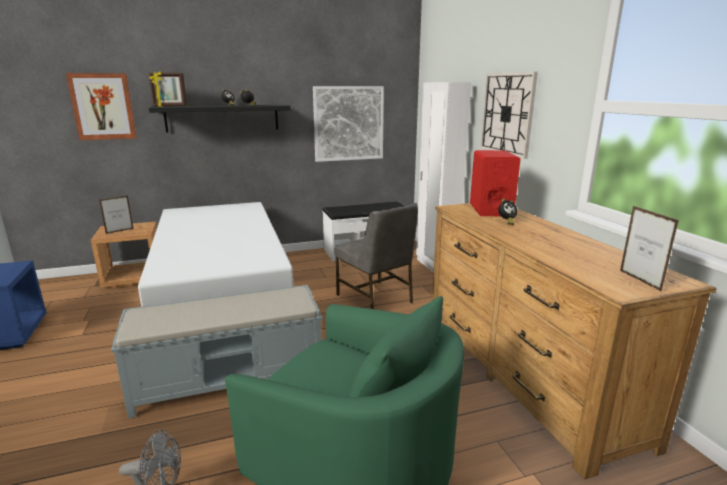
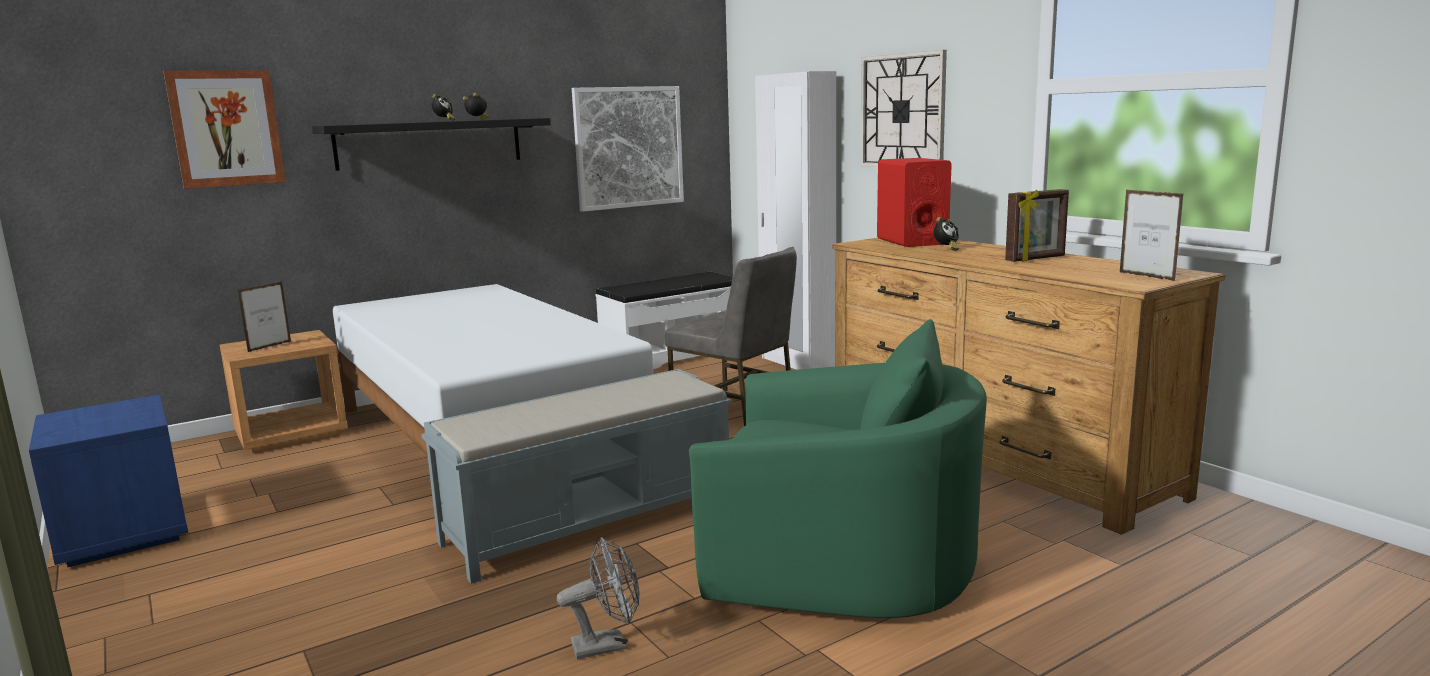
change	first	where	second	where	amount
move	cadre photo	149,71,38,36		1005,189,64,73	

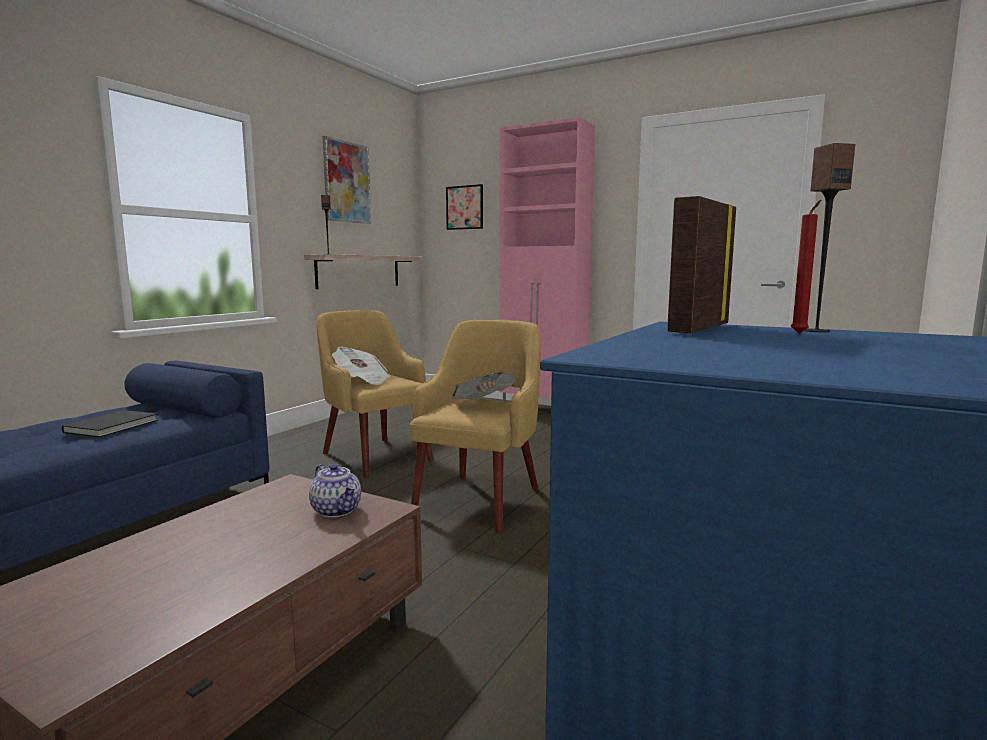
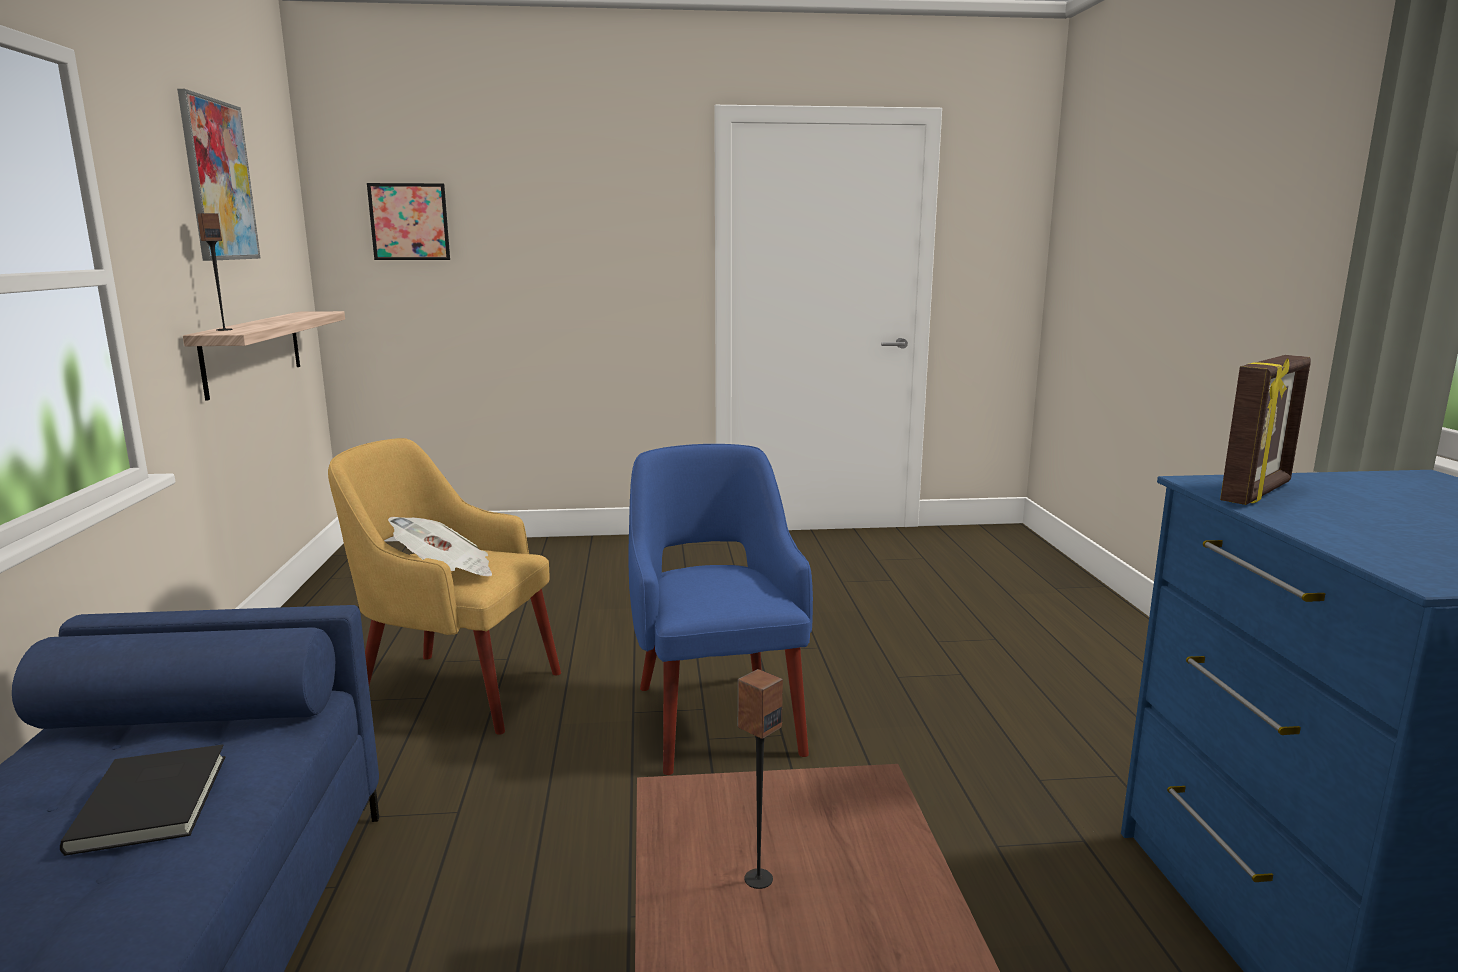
change	first	where	second	where	amount
delete	théière	309,463,52,55			
recolor	fauteuil (jaune)	410,319,131,214	fauteuil (bleu)	628,444,185,331	
delete	journal	451,372,65,27			
delete	meuble de rangement (rose)	499,117,96,285			
rotate	cadre photo	667,196,69,137		1220,355,91,150	135 degrees counterclockwise
delete	bougie (rouge)	791,200,30,134			
move	enceinte	804,143,51,189		738,669,45,220	

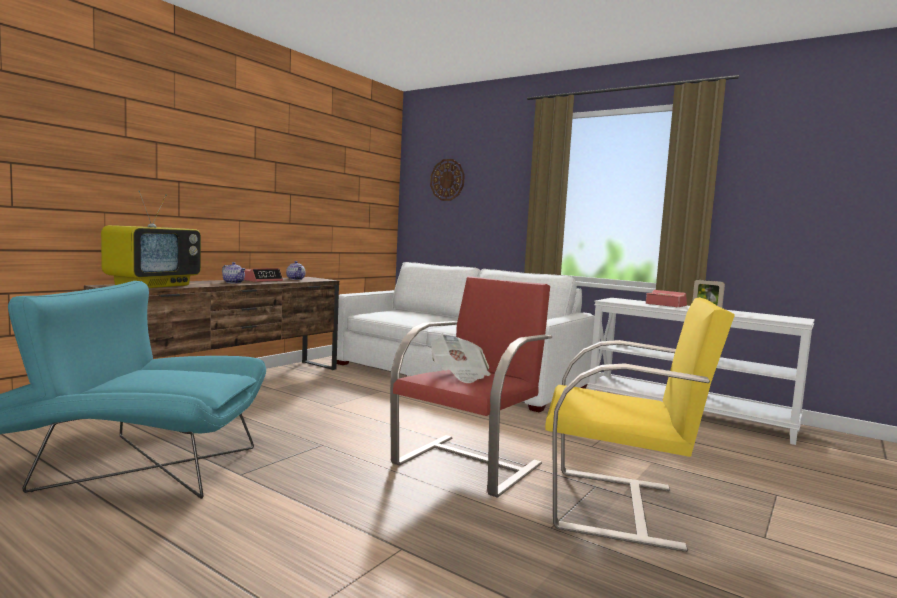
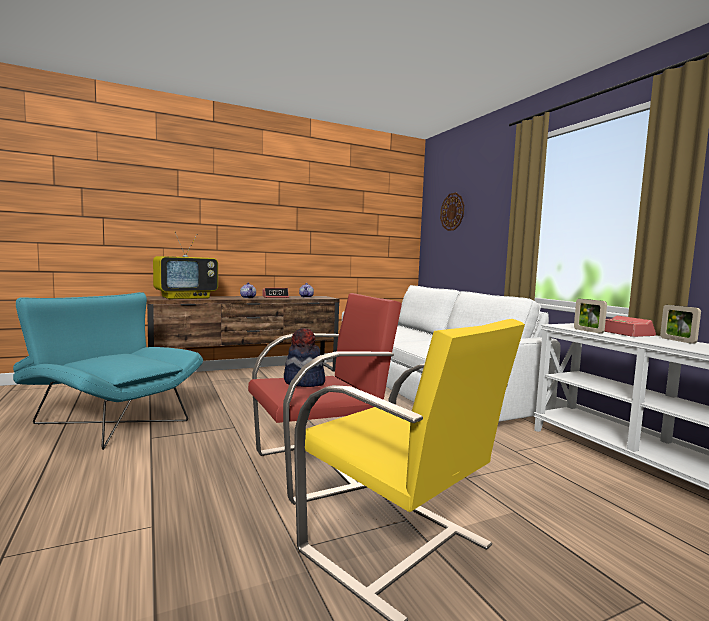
change	first	where	second	where	amount
replace	journal	431,334,60,49	chapeau	284,328,41,59	
insert			cadre photo	574,299,33,34	

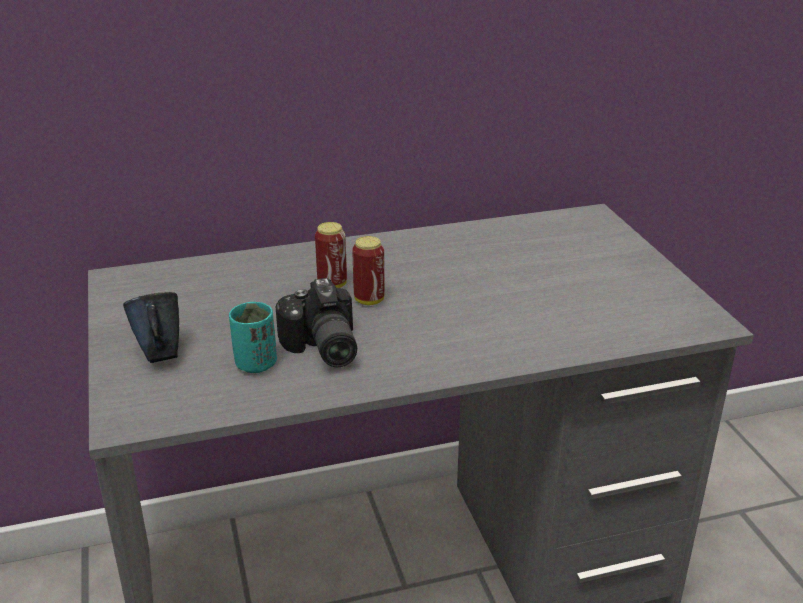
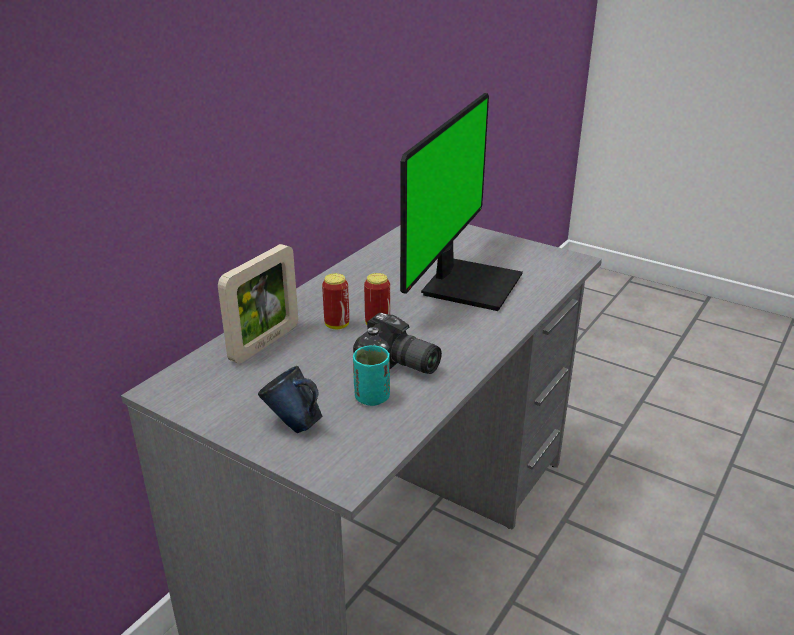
change	first	where	second	where	amount
insert			cadre photo	218,244,80,120	
insert			écran d'ordinateur	400,93,123,218	

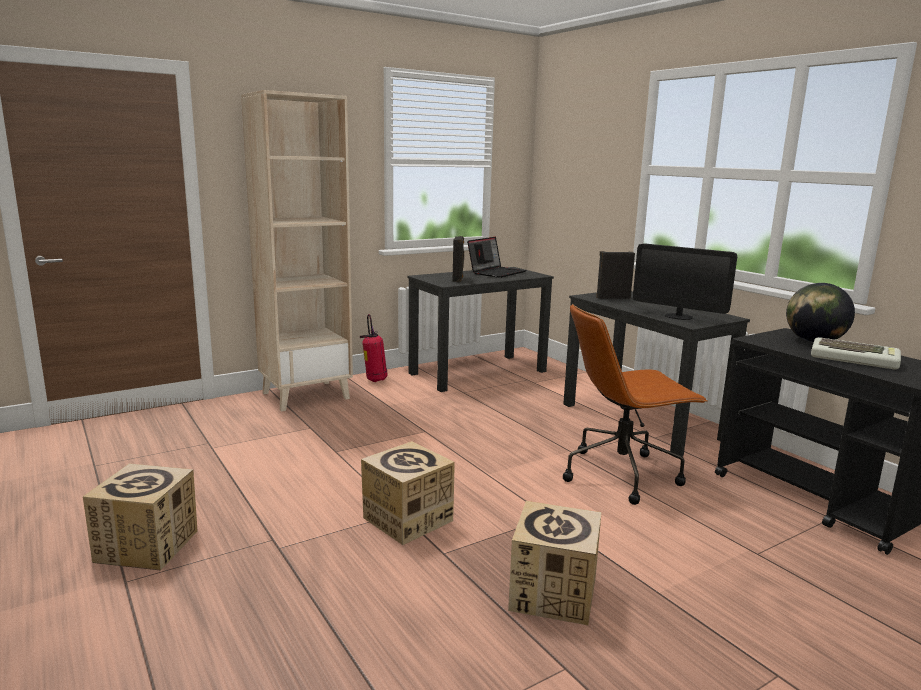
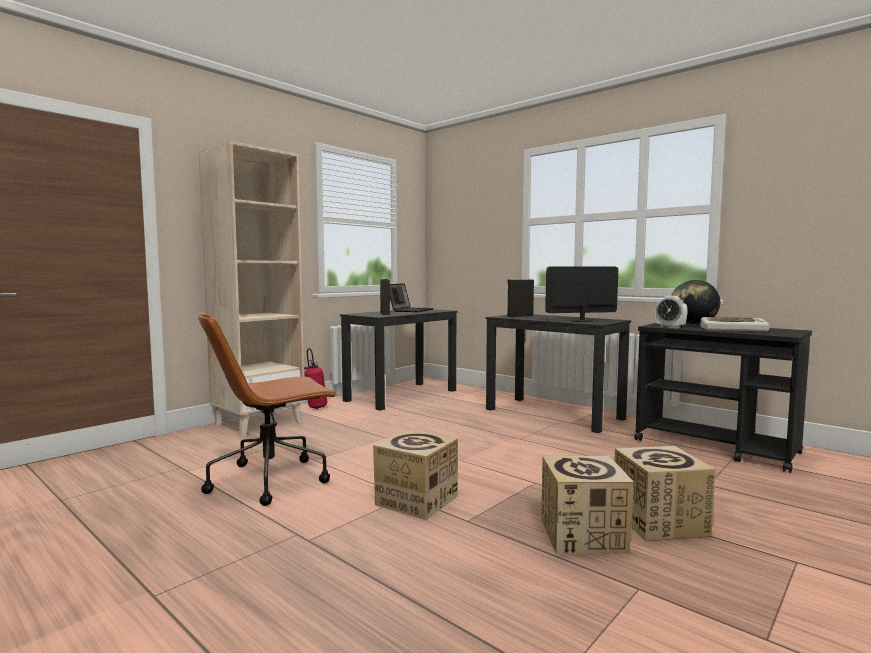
change	first	where	second	where	amount
move	carton	83,463,115,108		614,446,101,95	
move	chaise de bureau (marron)	563,304,145,201		198,312,140,194	
rotate	écran d'ordinateur	633,243,104,77		545,266,73,56	150 degrees clockwise
insert			réveil	655,296,33,32	

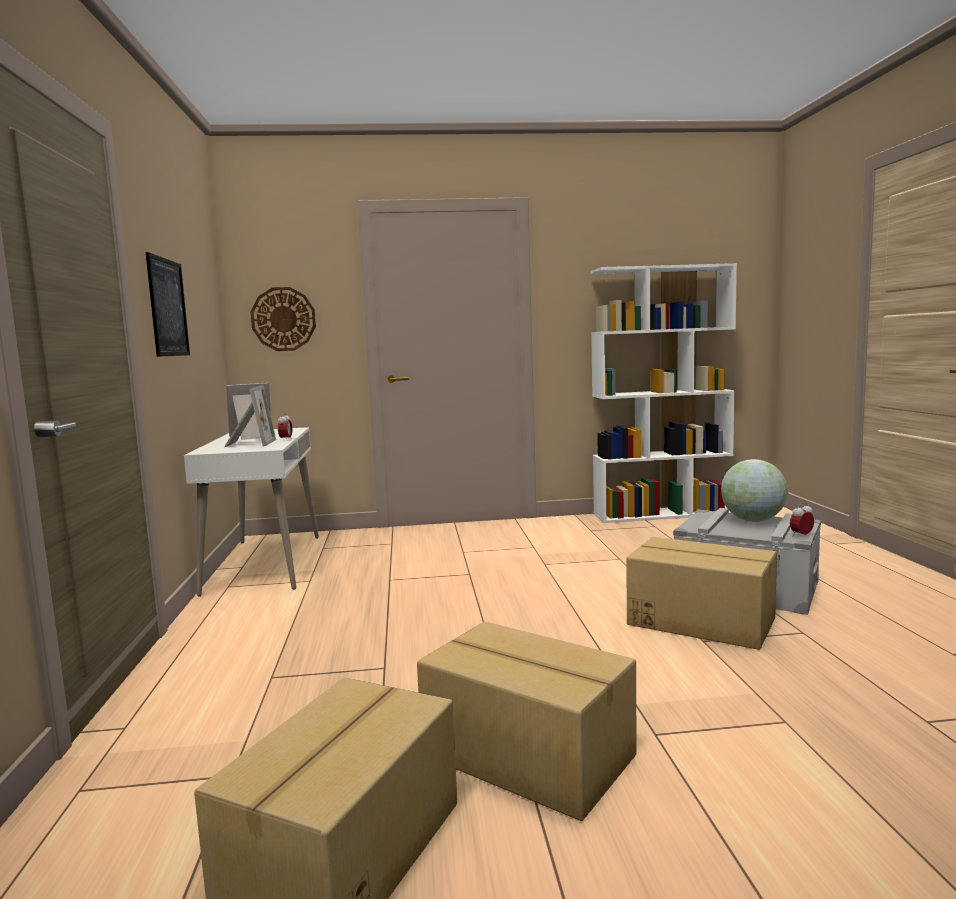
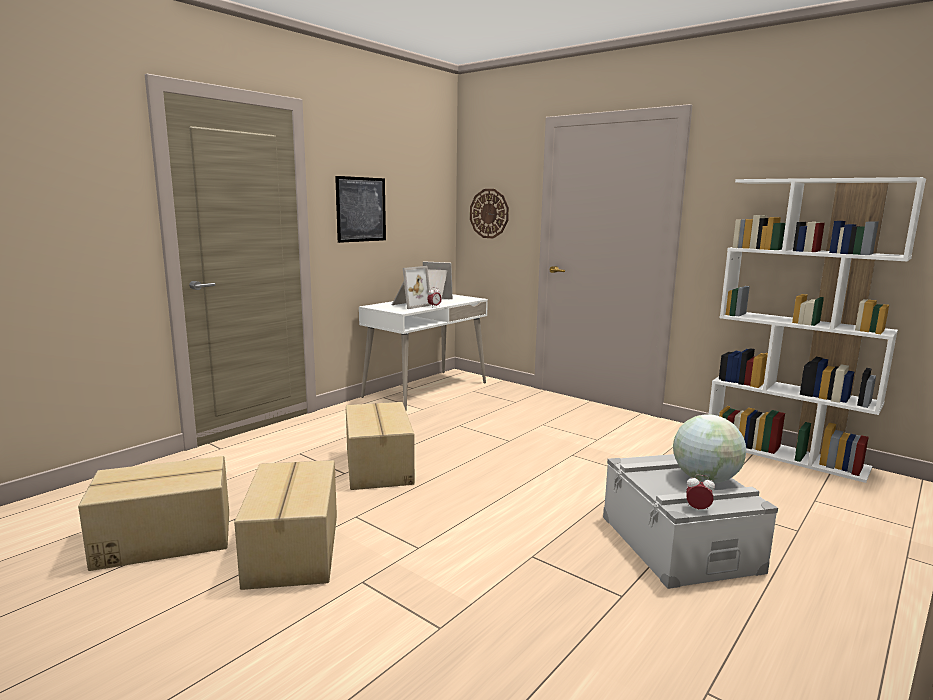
change	first	where	second	where	amount
move	carton	626,537,151,113		346,402,69,88	

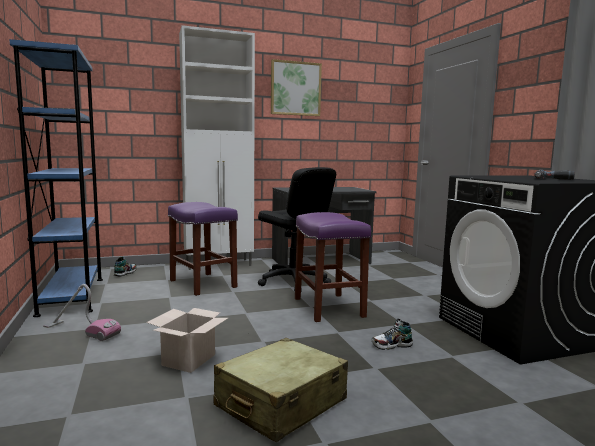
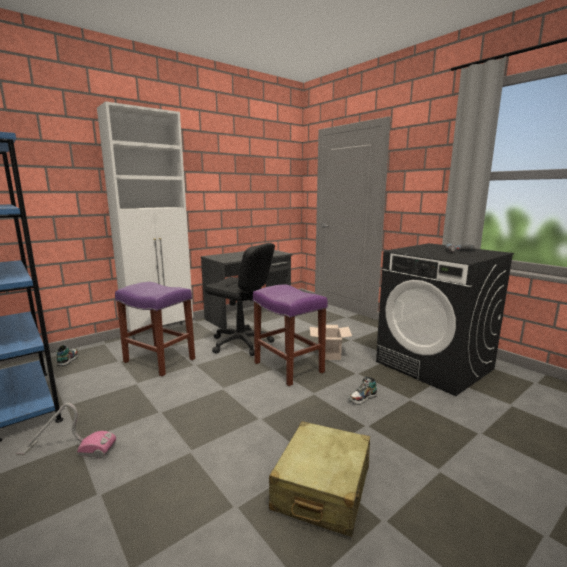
change	first	where	second	where	amount
move	carton	146,308,82,65		310,325,42,35	
delete	tableau	271,59,51,57			

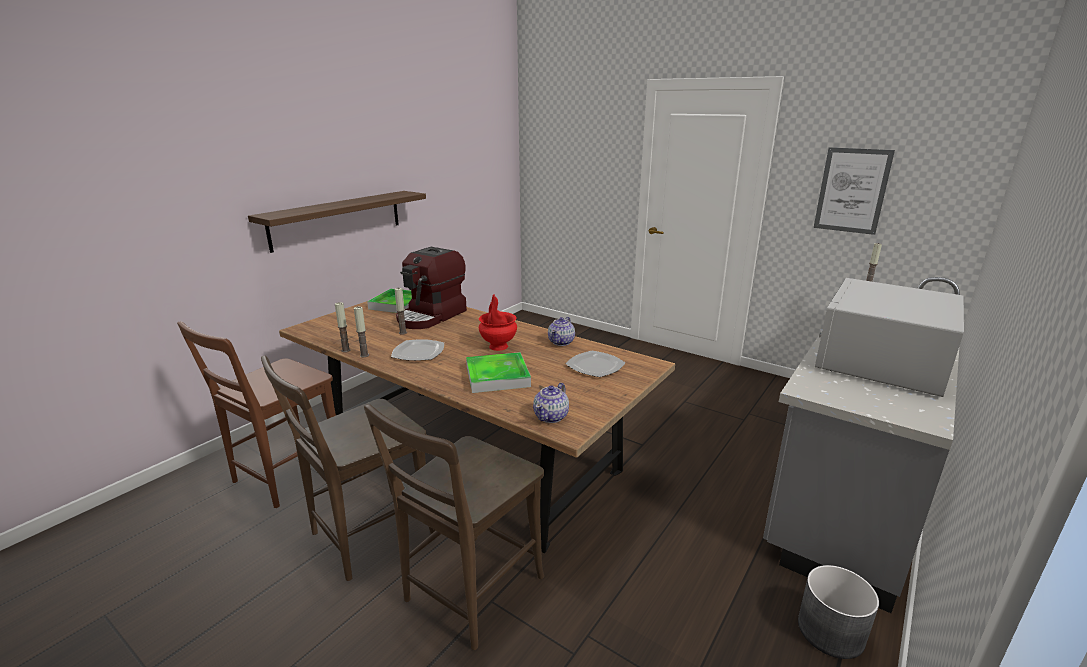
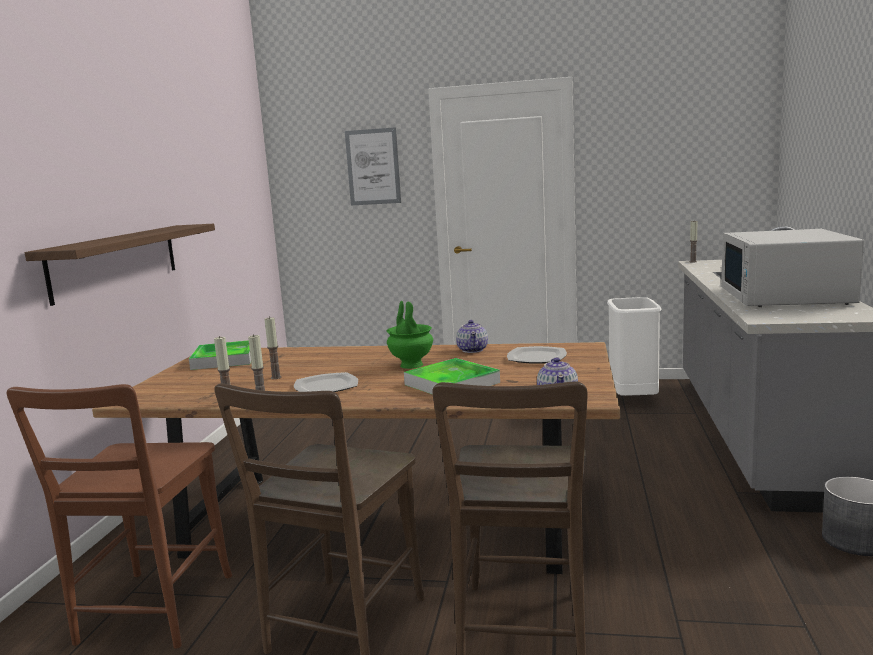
change	first	where	second	where	amount
delete	machine à café	396,247,71,82			
recolor	vase (rouge)	479,294,38,57	vase (vert)	387,301,46,68	
move	tableau	814,147,81,88		345,127,56,78	
insert			poubelle (blanc)	607,297,55,99	

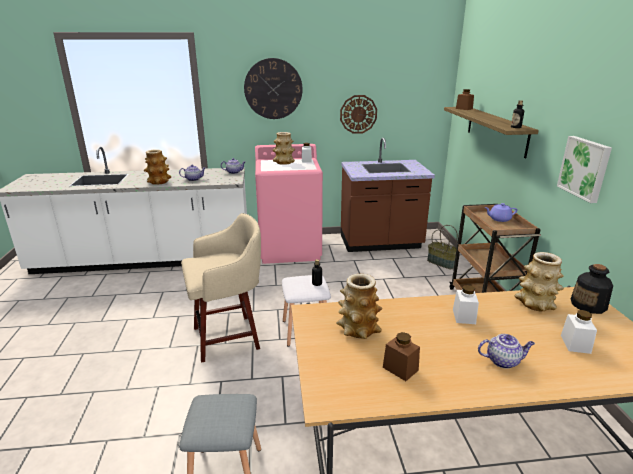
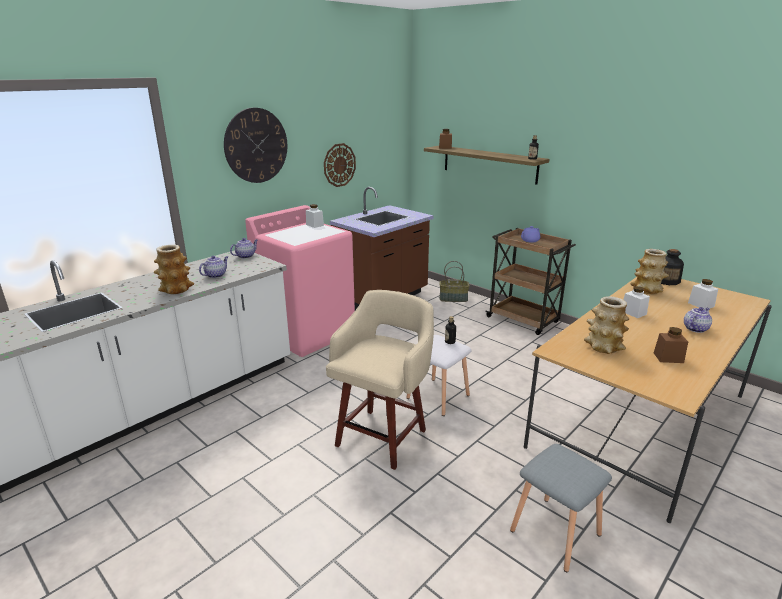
change	first	where	second	where	amount
delete	vase	272,132,23,33			
delete	tableau	557,136,55,67			

